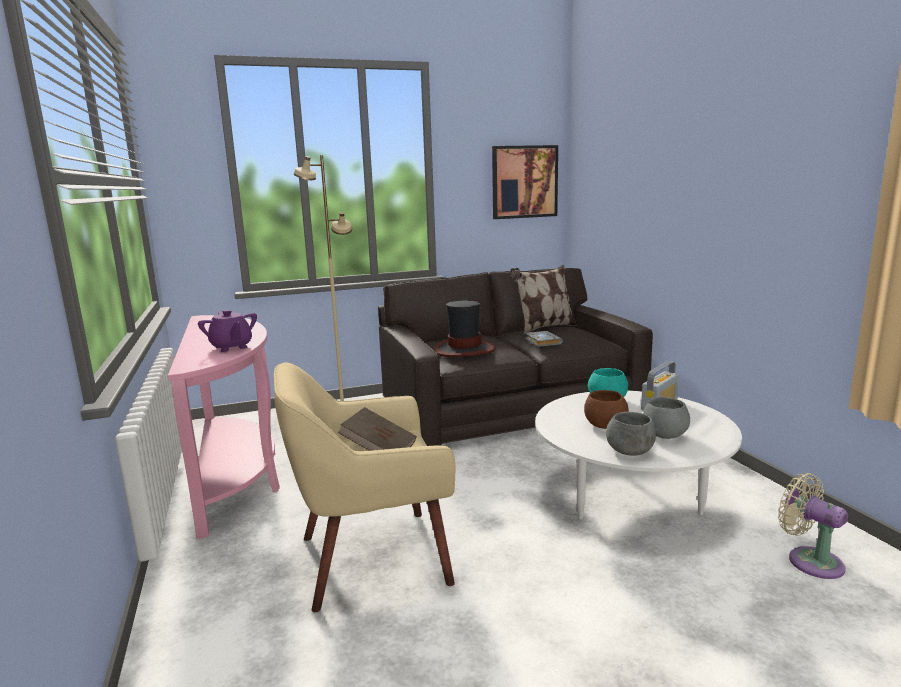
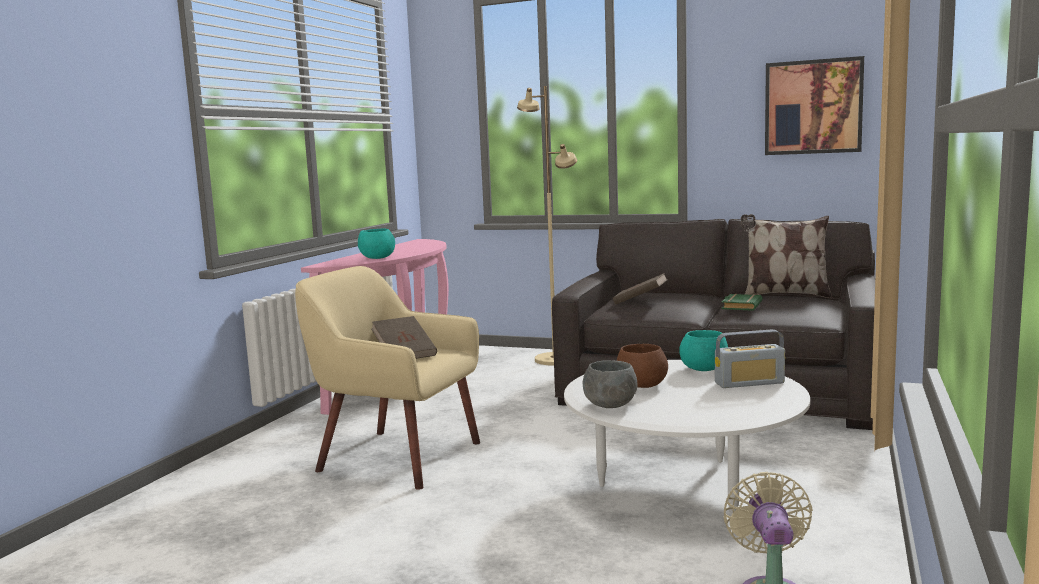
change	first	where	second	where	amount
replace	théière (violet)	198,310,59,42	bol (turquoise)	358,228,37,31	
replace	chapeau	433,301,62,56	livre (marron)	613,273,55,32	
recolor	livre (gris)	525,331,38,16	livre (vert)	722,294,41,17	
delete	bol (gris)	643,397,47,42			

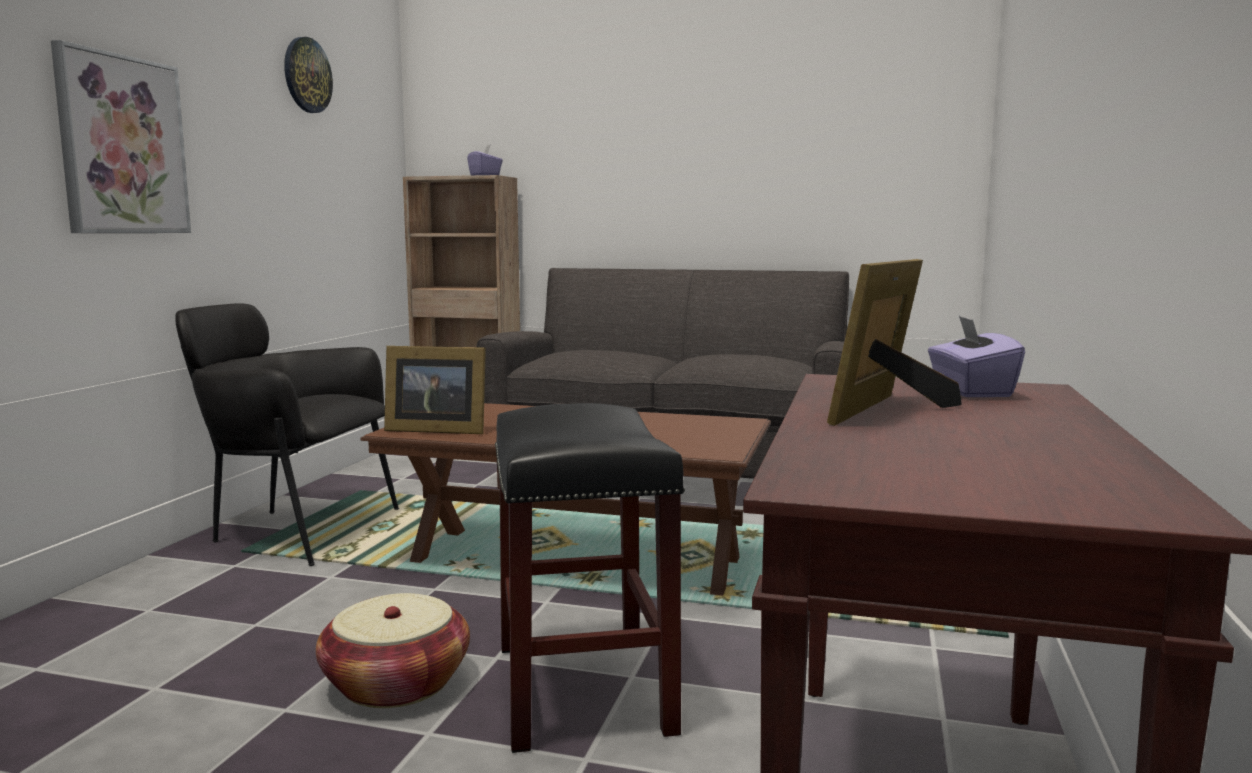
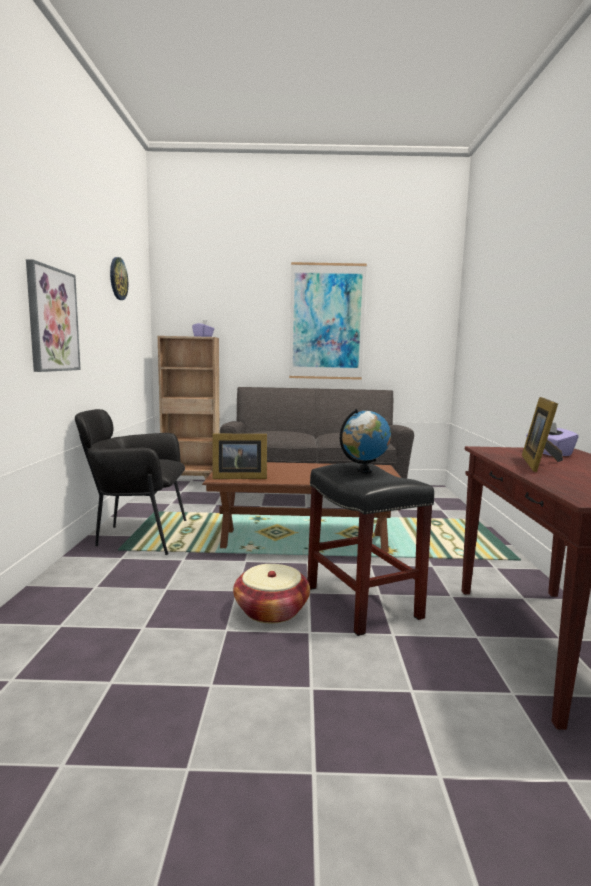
change	first	where	second	where	amount
insert			tableau	289,262,78,118	
insert			globe	340,409,51,64	

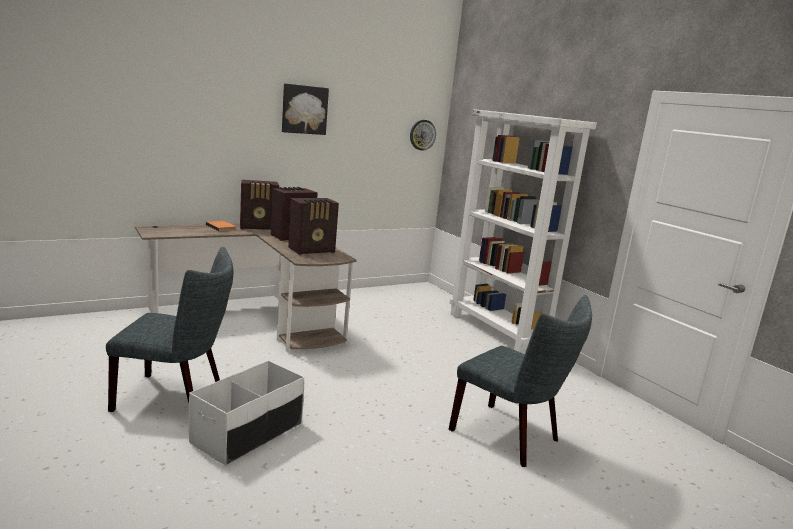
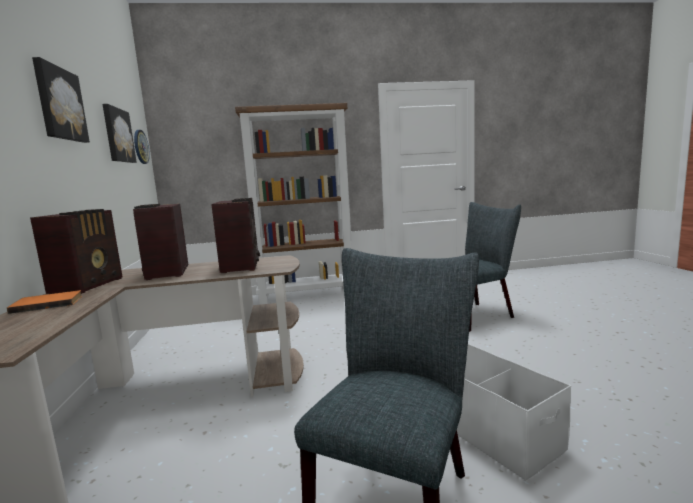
change	first	where	second	where	amount
recolor	bibliothèque (blanc)	450,109,147,246	bibliothèque (marron)	235,103,117,202	
insert			tableau	102,104,35,59	

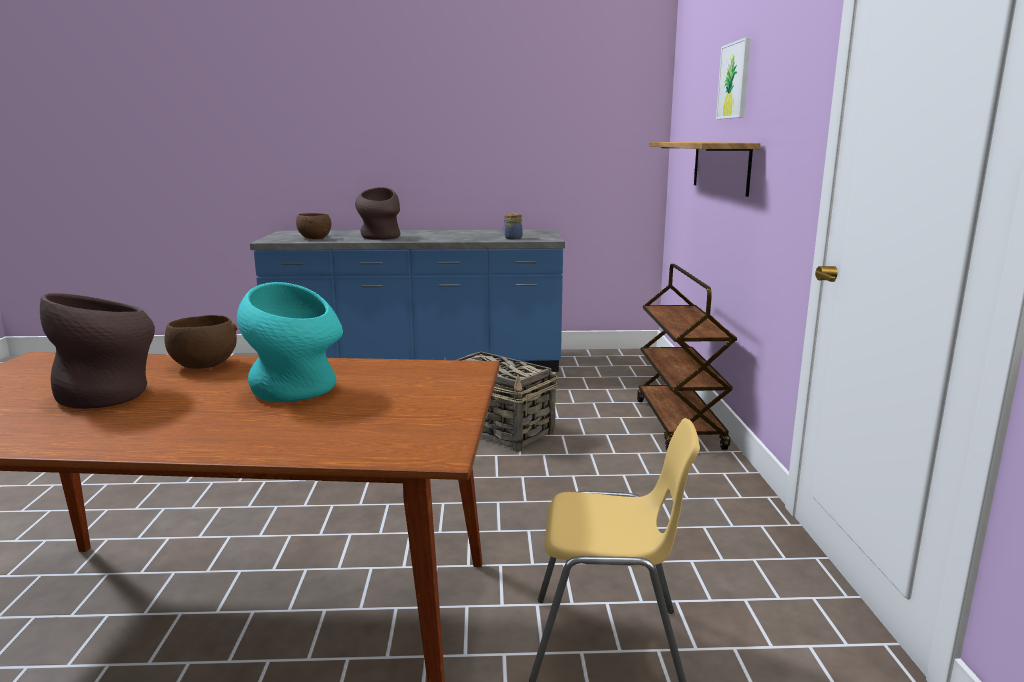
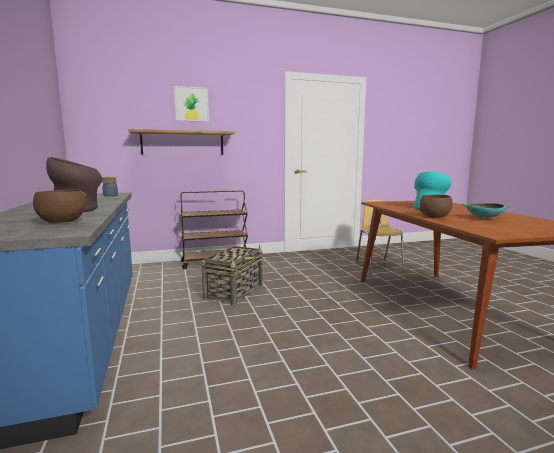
change	first	where	second	where	amount
replace	vase (marron)	40,293,115,116	bol (turquoise)	462,203,48,17	

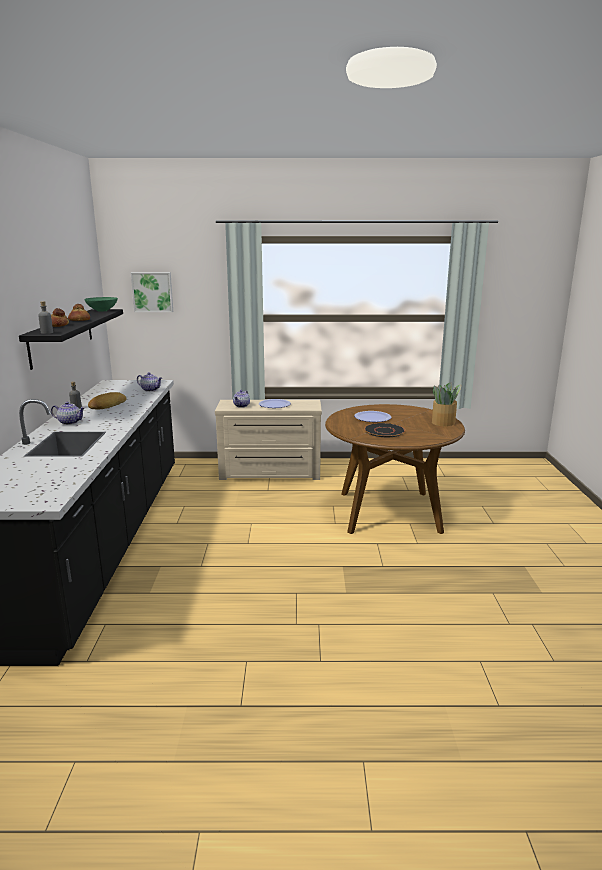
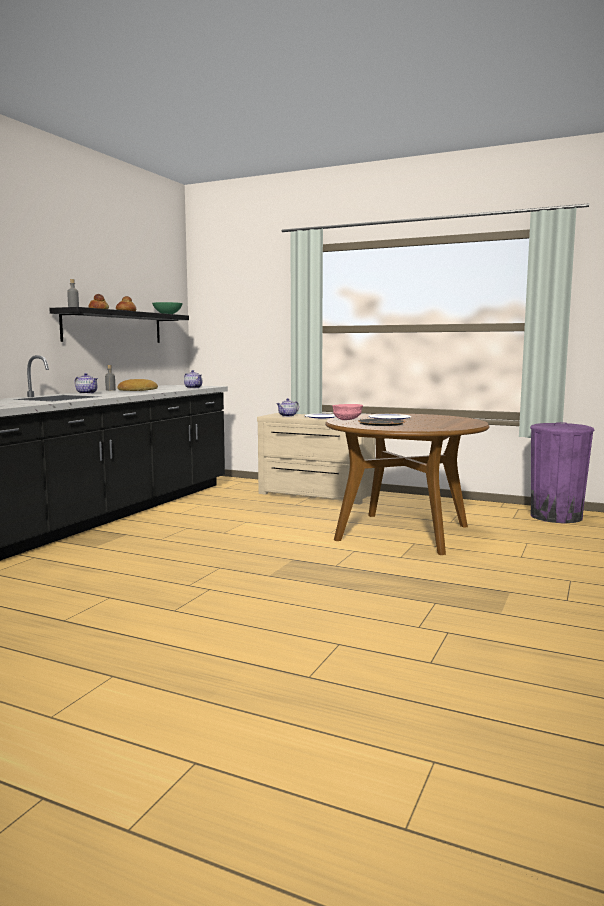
change	first	where	second	where	amount
delete	tableau	131,272,42,40			
delete	plante en pot	432,383,29,43			
insert			bol (rose)	332,404,31,16	
insert			poubelle (violet)	530,422,64,101	

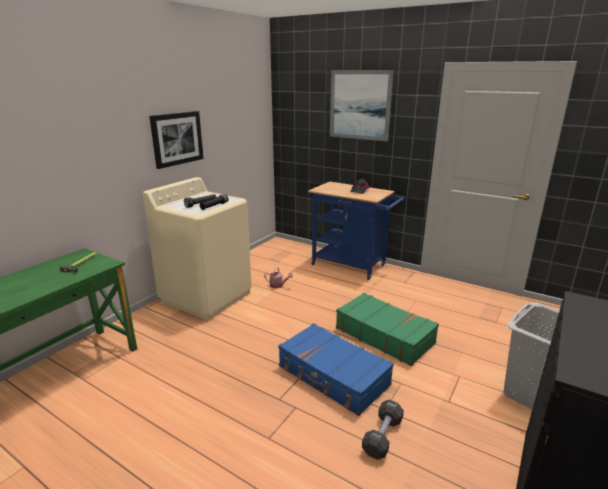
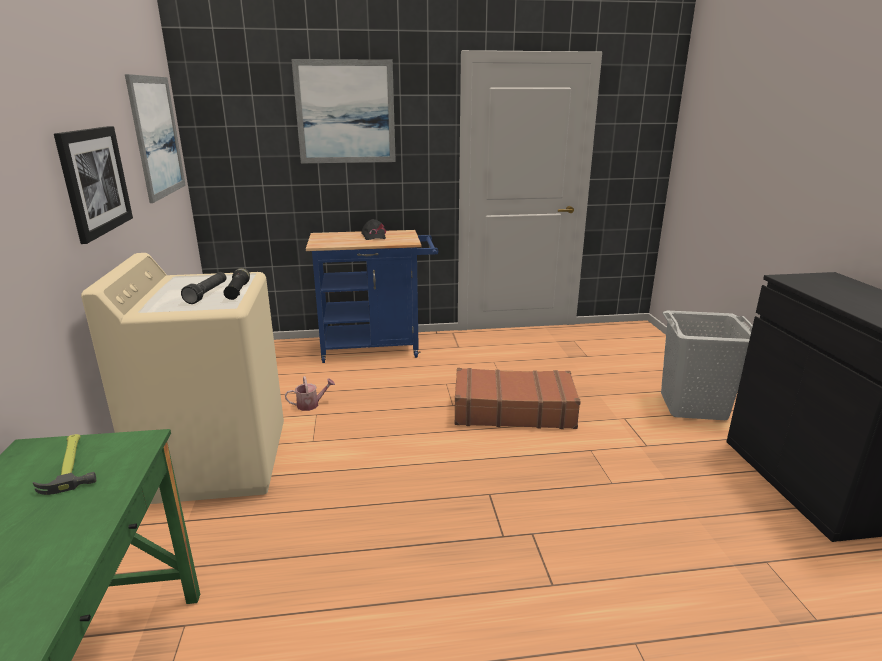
change	first	where	second	where	amount
delete	valise (bleu)	278,323,116,93			
recolor	valise (vert)	336,293,103,73	valise (marron)	454,368,127,61	
delete	haltère (noir)	362,400,42,60			
insert			tableau	125,74,61,129	

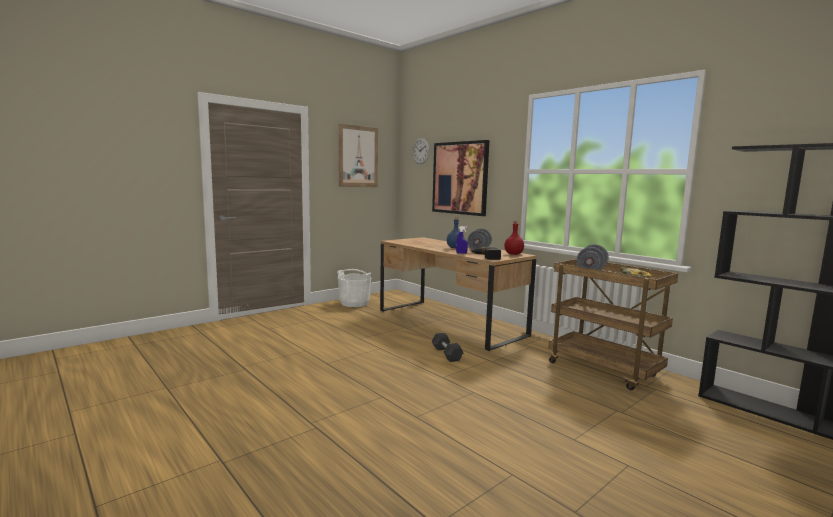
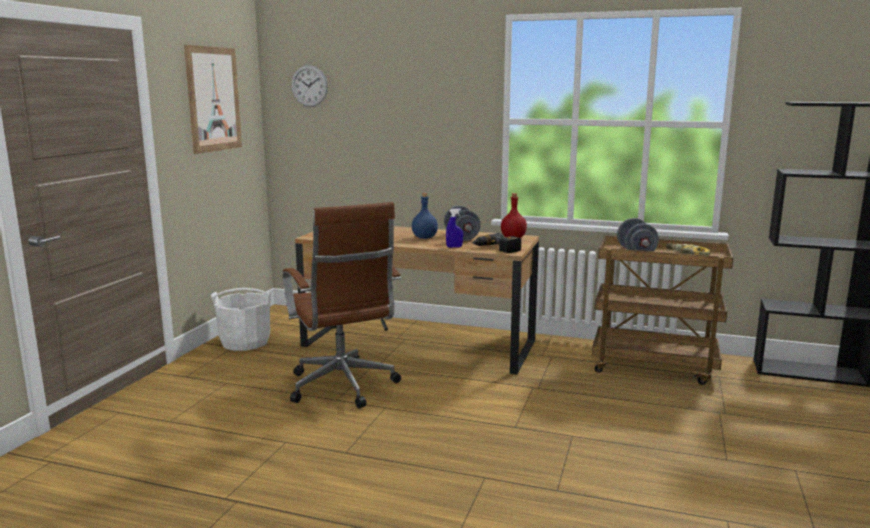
change	first	where	second	where	amount
delete	tableau	432,140,57,76			
delete	haltère (gris)	432,333,32,29			
insert			chaise de bureau (marron)	282,202,119,206	

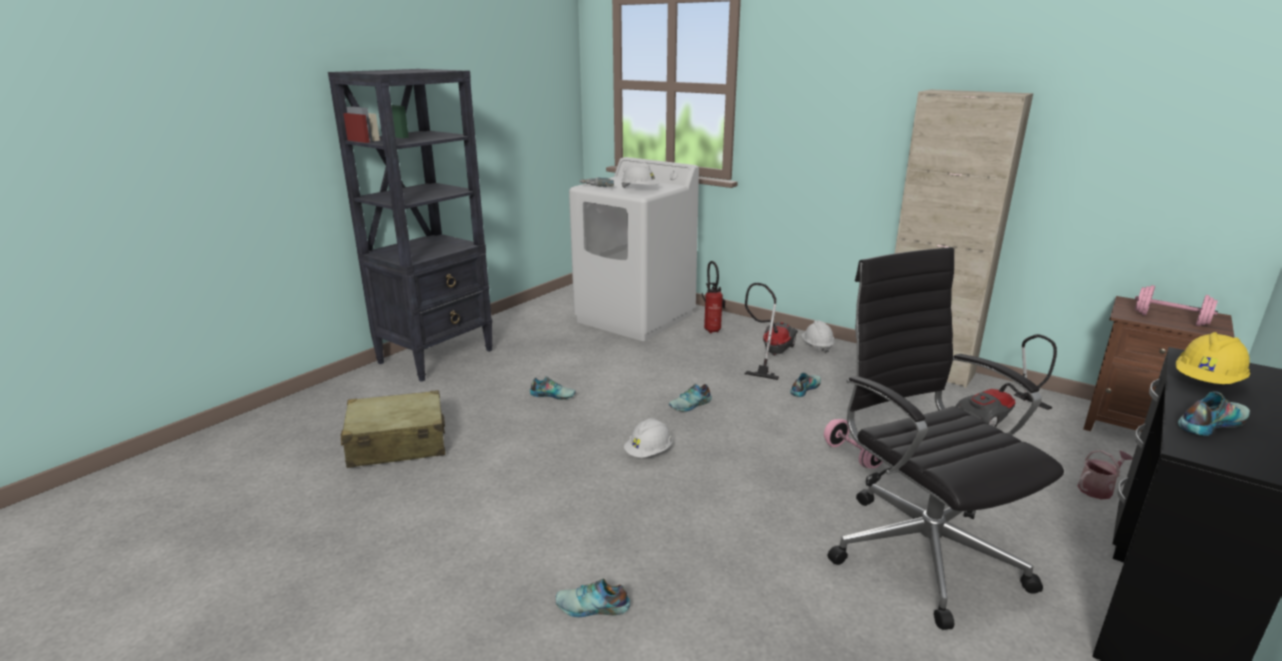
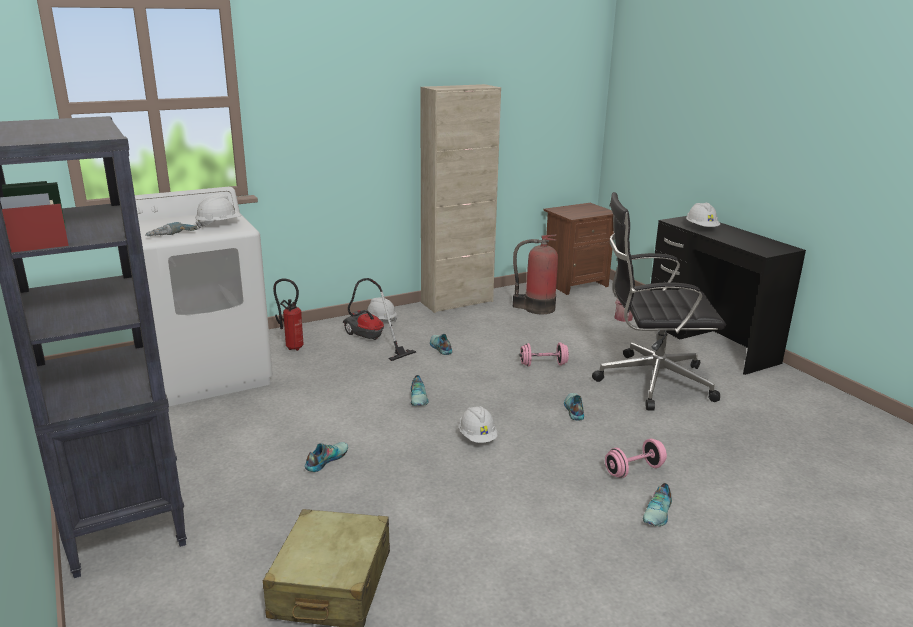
change	first	where	second	where	amount
replace	aspirateur	956,334,101,93	extincteur	513,235,45,79	
move	haltère (rose)	1135,285,83,41		605,439,62,39	
recolor	casque de chantier (jaune)	1176,332,74,52	casque de chantier (blanc)	686,203,34,24	
move	chaussure	1178,391,72,45		564,393,20,27	

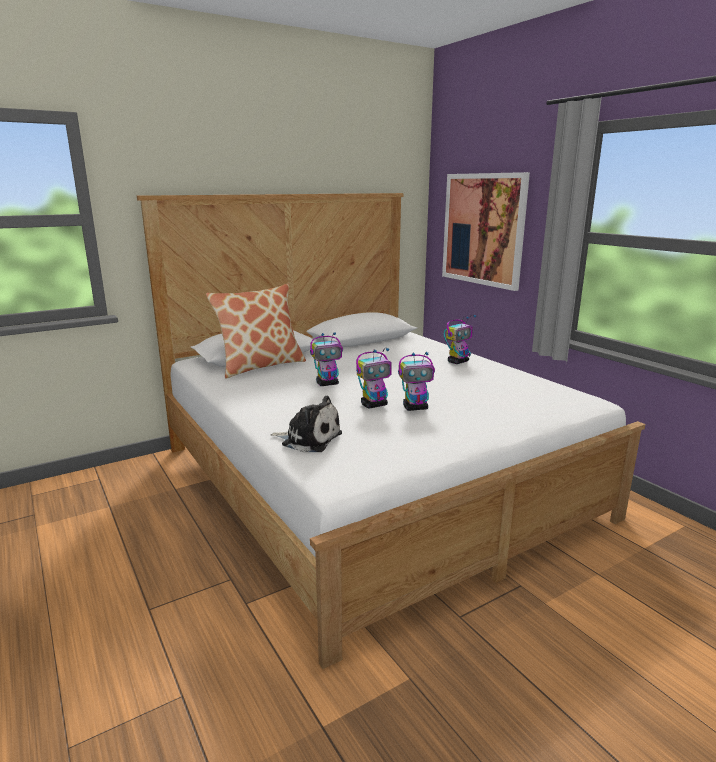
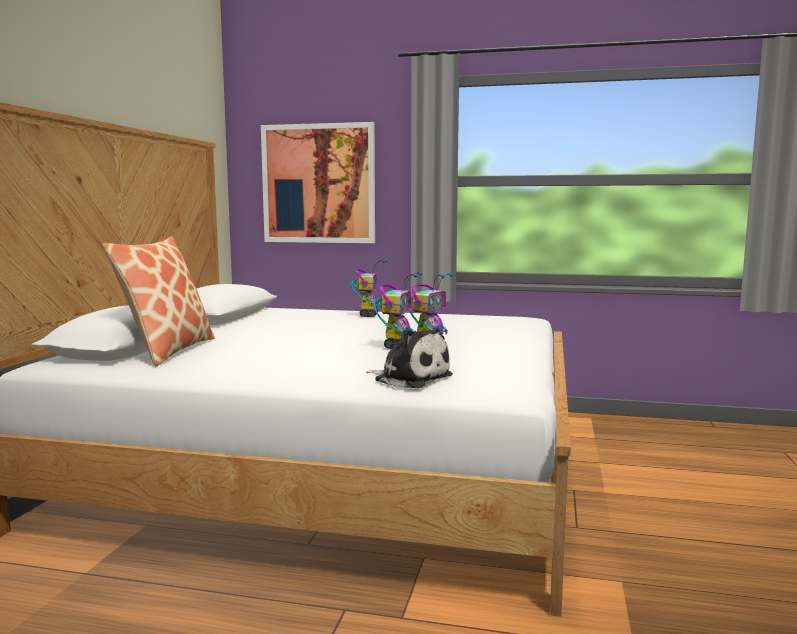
change	first	where	second	where	amount
rotate	peluche	270,396,72,56		366,328,87,60	60 degrees clockwise
delete	robot jouet	310,332,33,54			

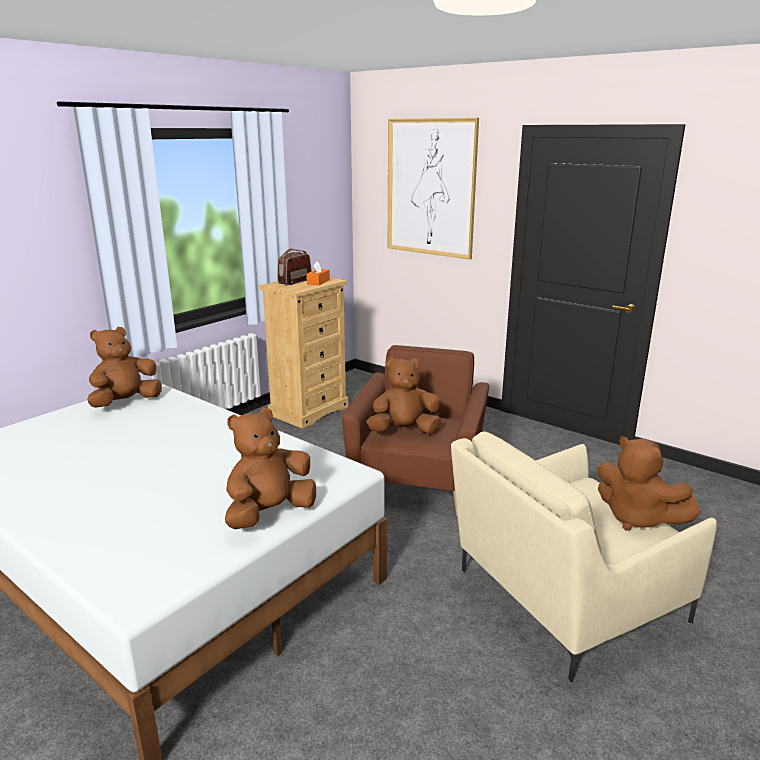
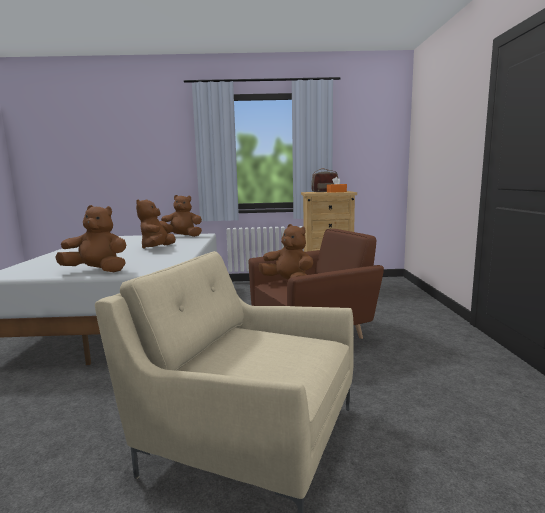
change	first	where	second	where	amount
delete	tableau	388,118,91,142			
move	peluche (marron)	597,436,104,94		136,200,40,49	

